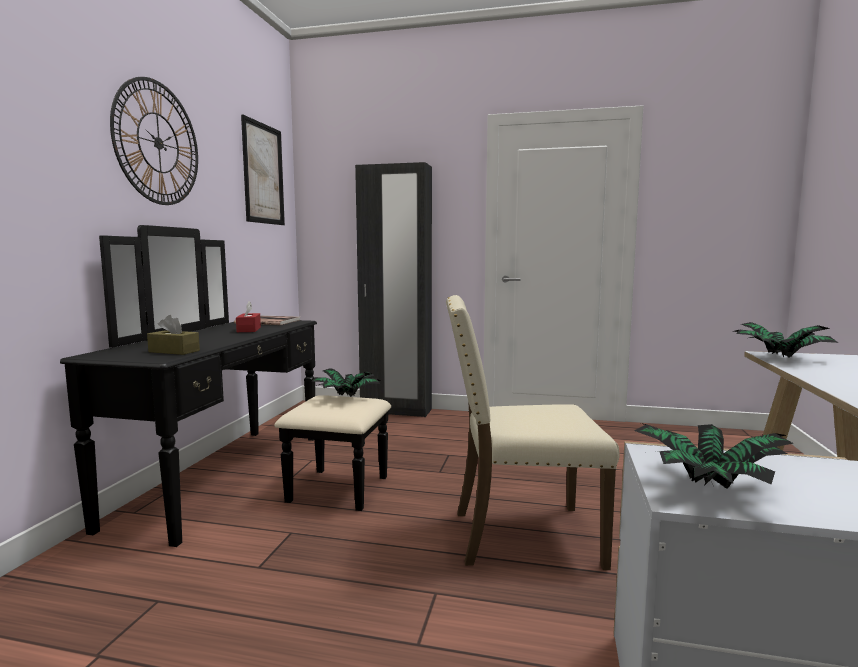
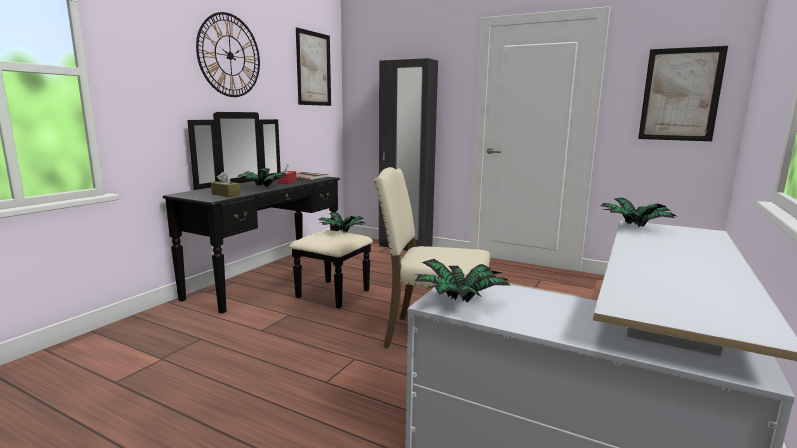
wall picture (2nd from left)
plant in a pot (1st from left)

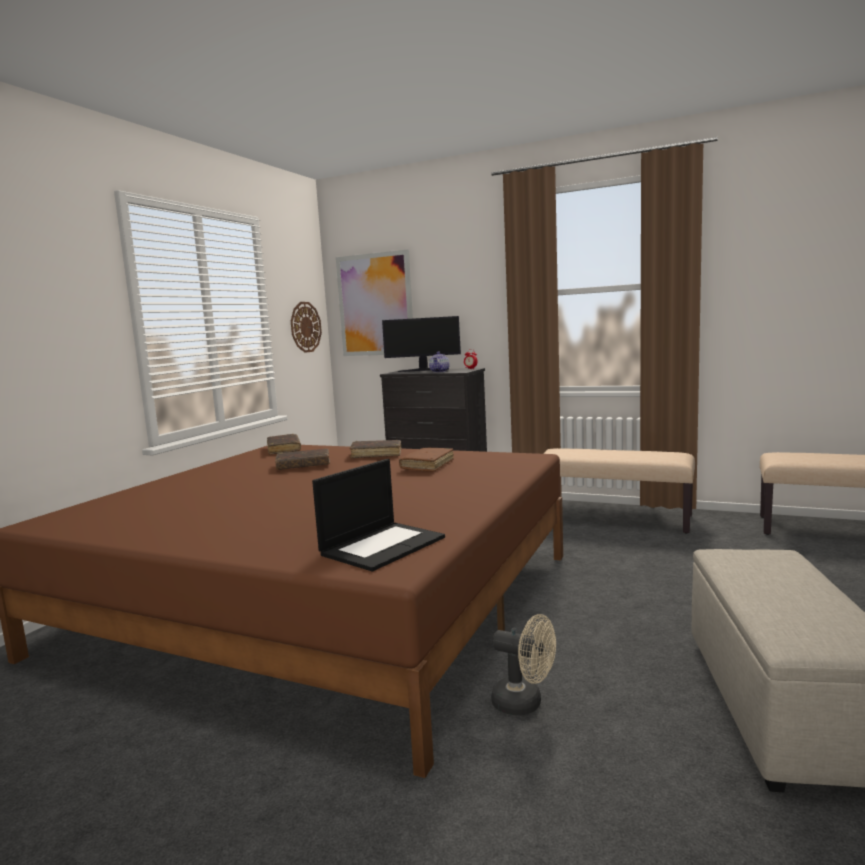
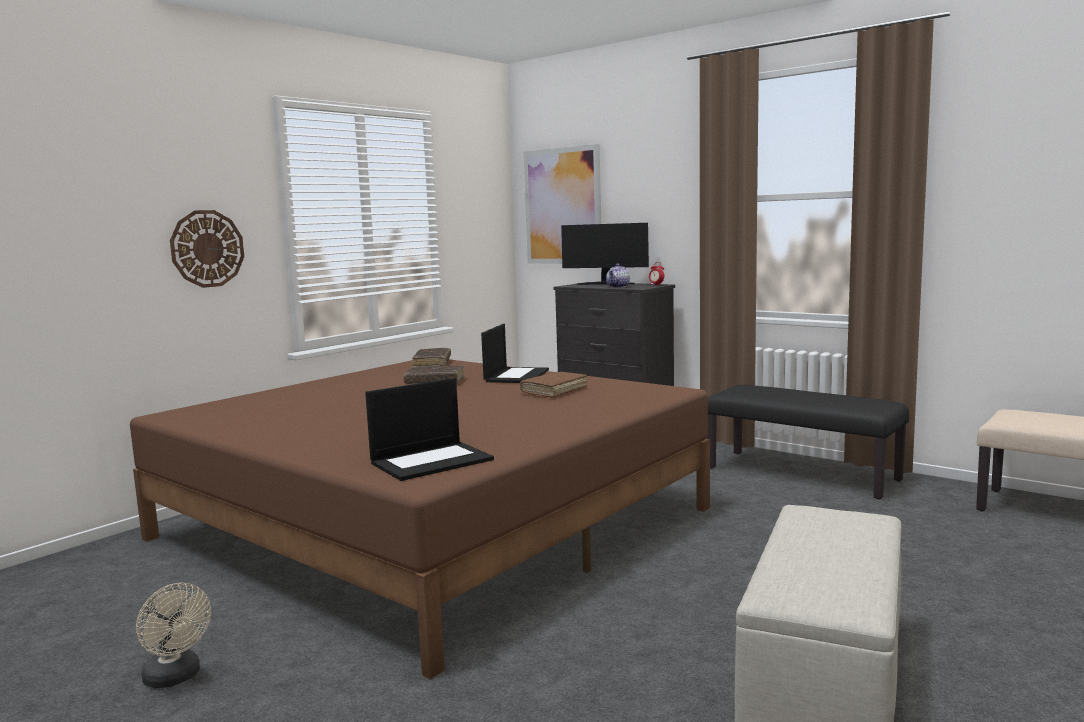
wall clock
laptop (2nd from left)
long seat in black
electric fan in beige-coloured

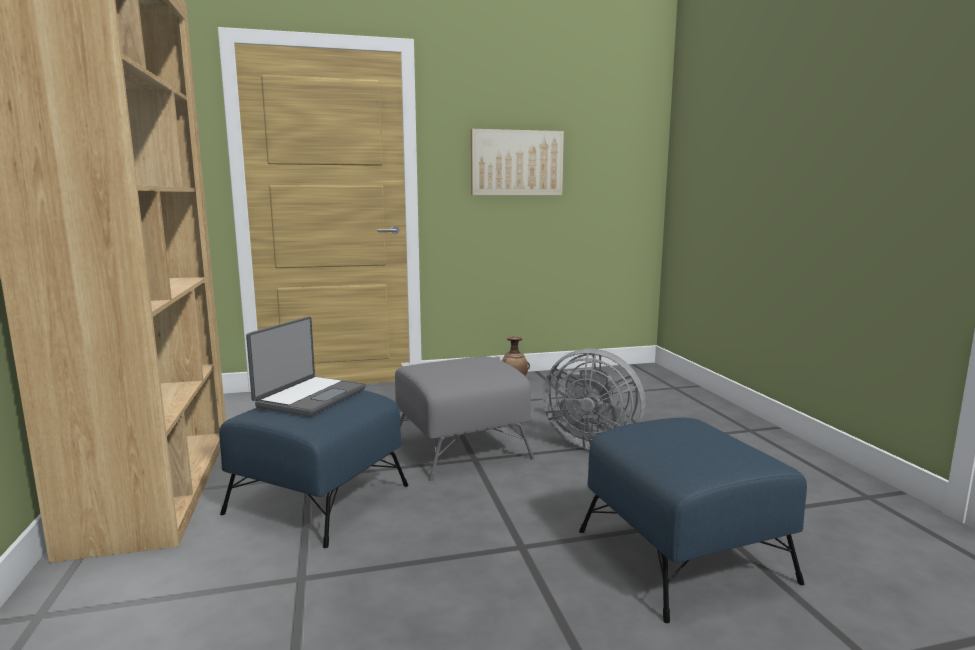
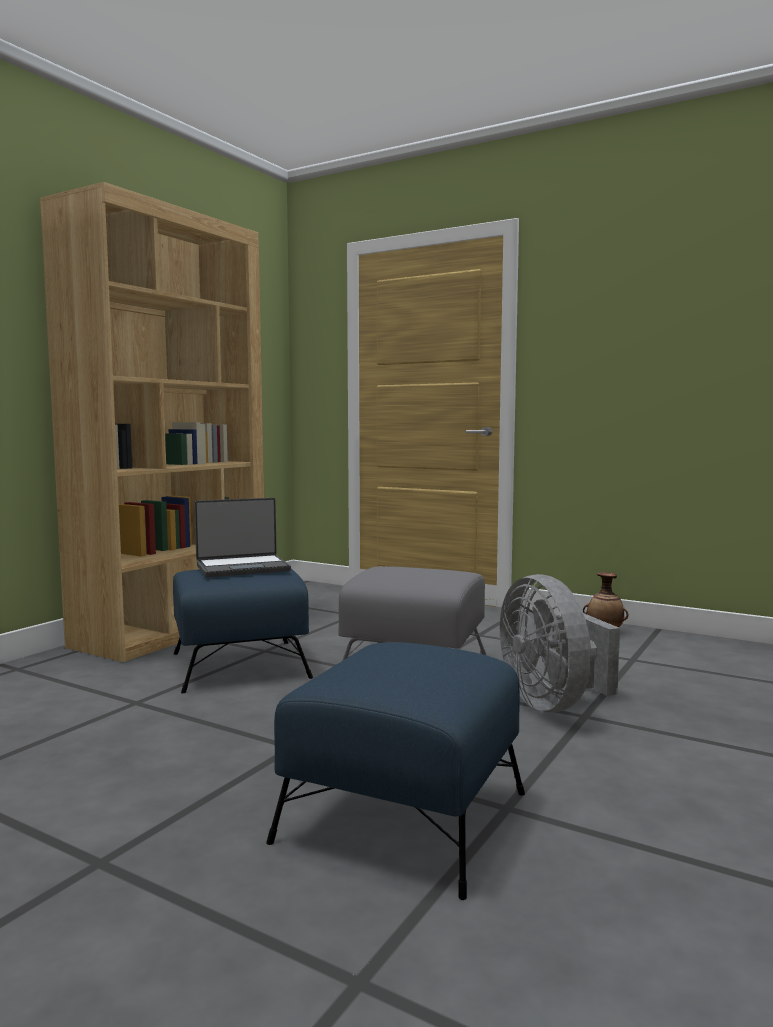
wall picture

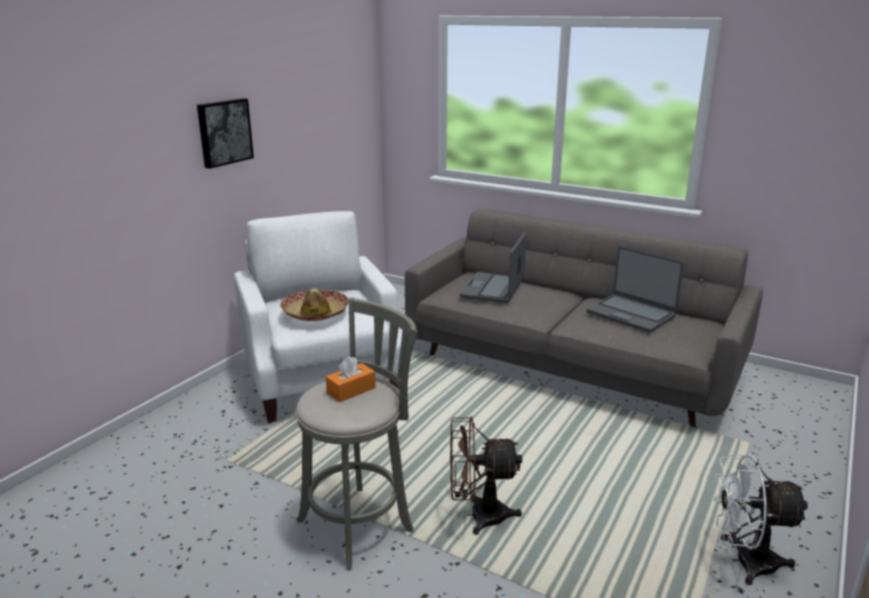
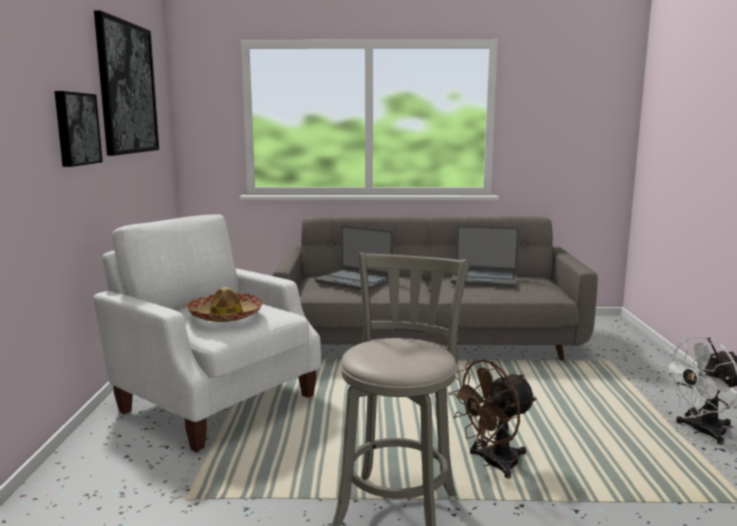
laptop (1st from left)
tissue box in orange-coloured
wall picture (2nd from left)

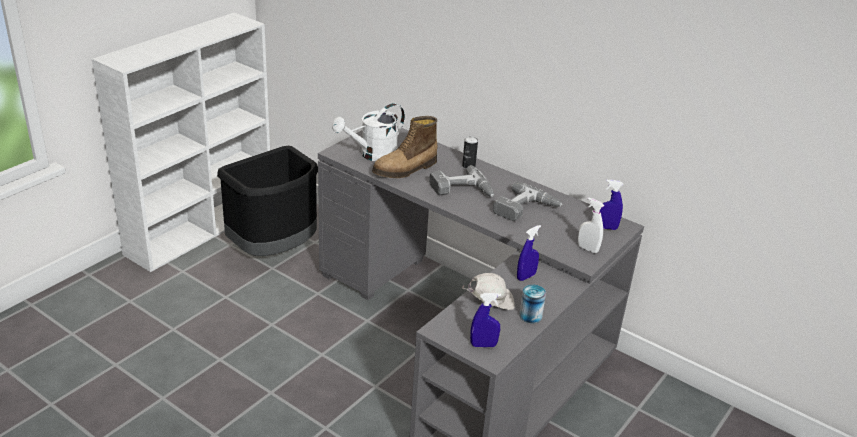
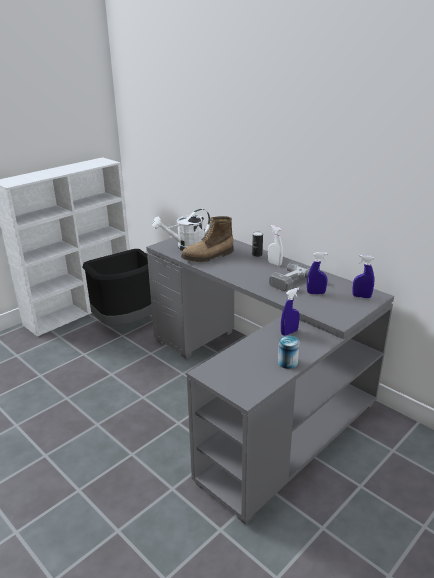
drill (1st from left in the first image)
hand sprayer in white-coloured
baseball cap in white-coloured
hand sprayer in blue (2nd from left)

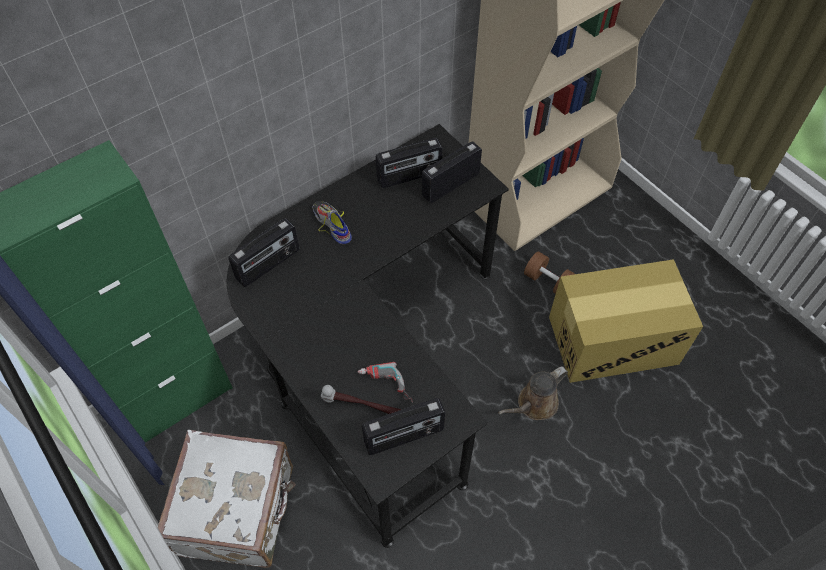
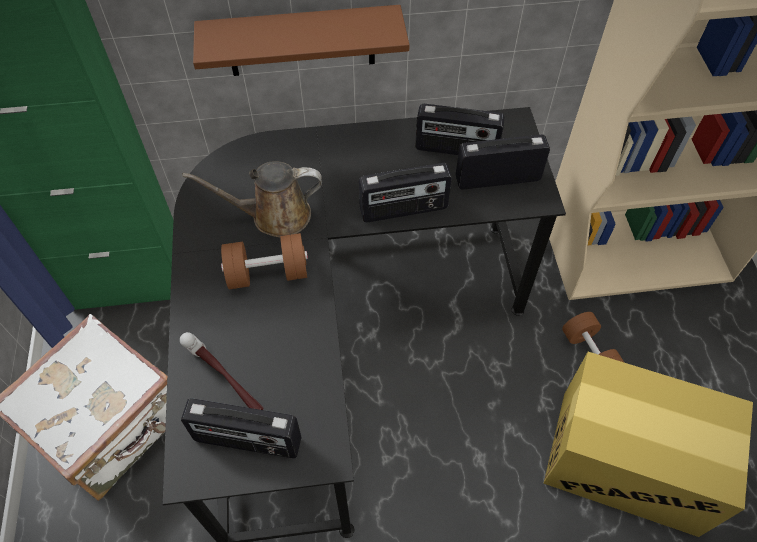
shoe
radio (2nd from left)
drill
watering can in brown-coloured
bracket shelf in brown-coloured
hand weight in brown-coloured (1st from left)

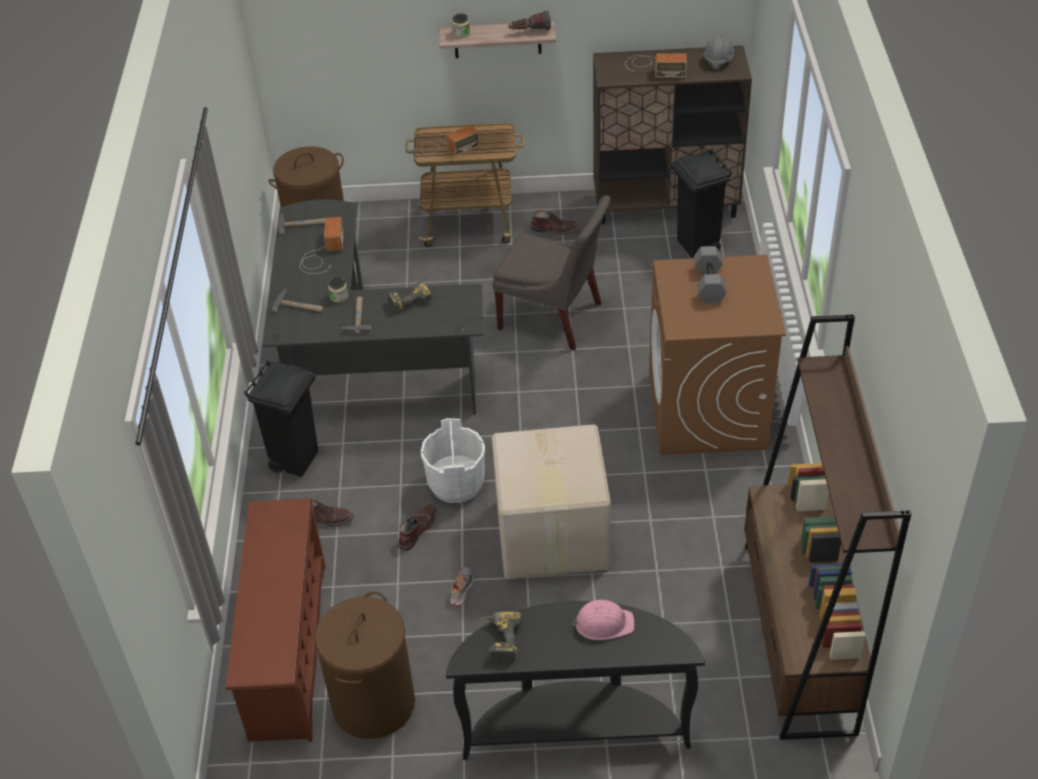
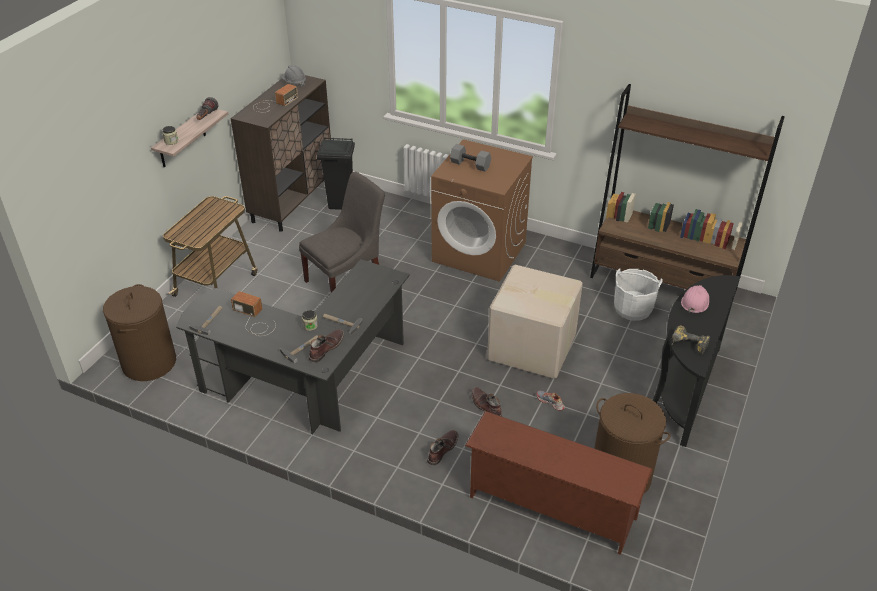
radio (2nd from left in the first image)
boot in brown-coloured (1st from left)
drill (1st from left in the first image)
waste bin in black (1st from left in the first image)
pail in white-coloured

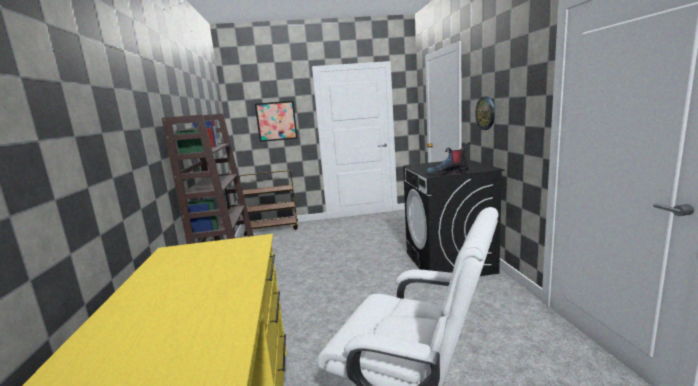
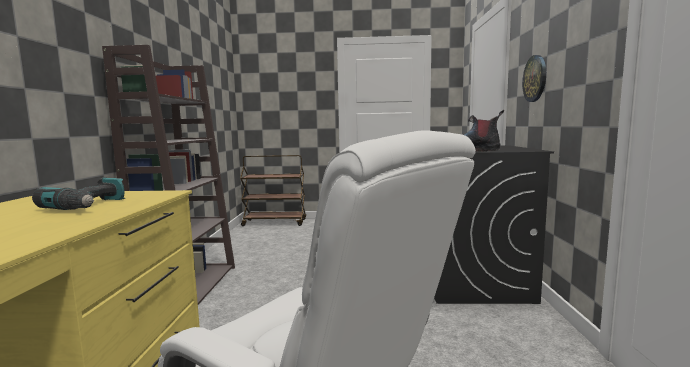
wall picture
drill

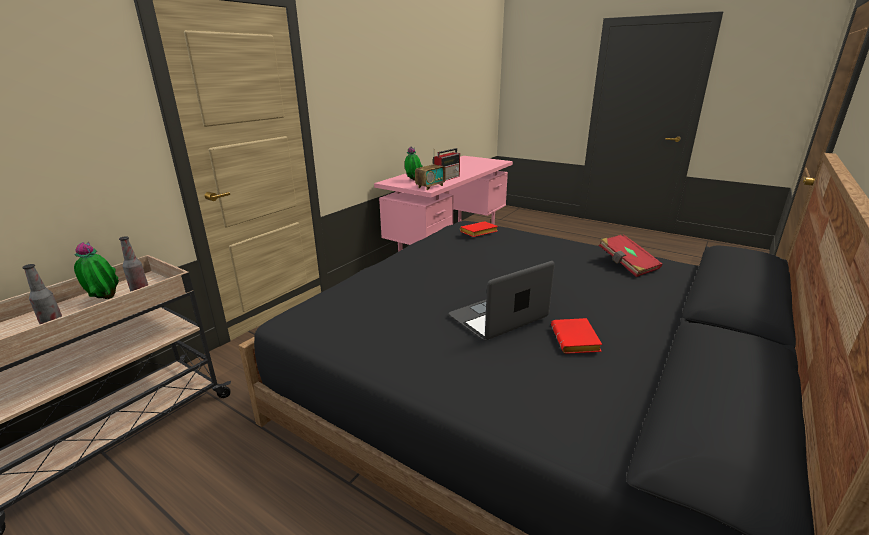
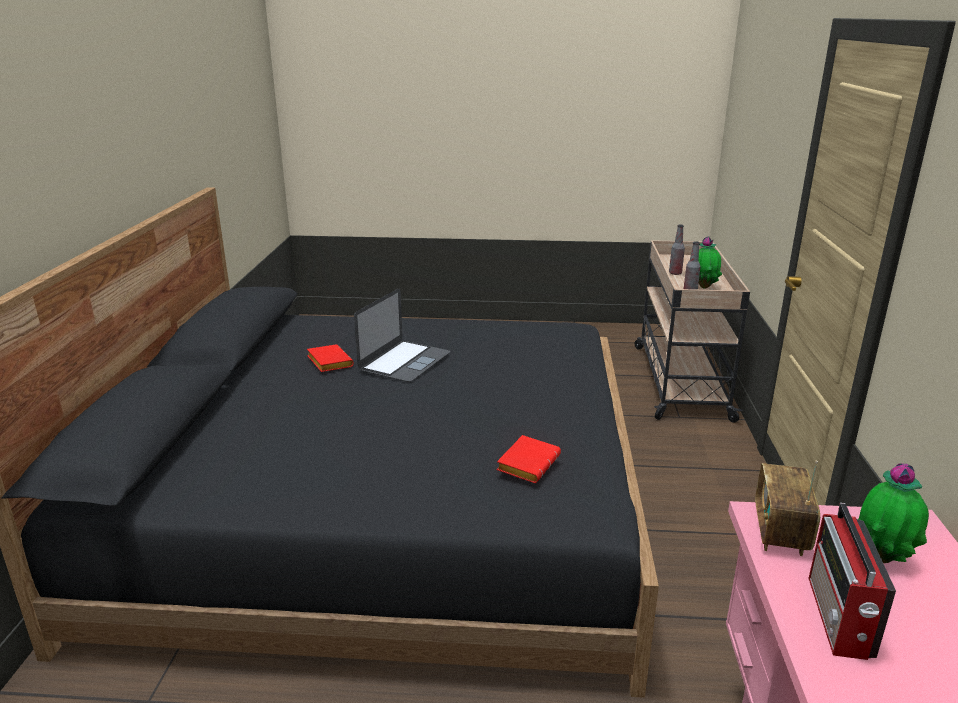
book in red (3rd from left in the first image)

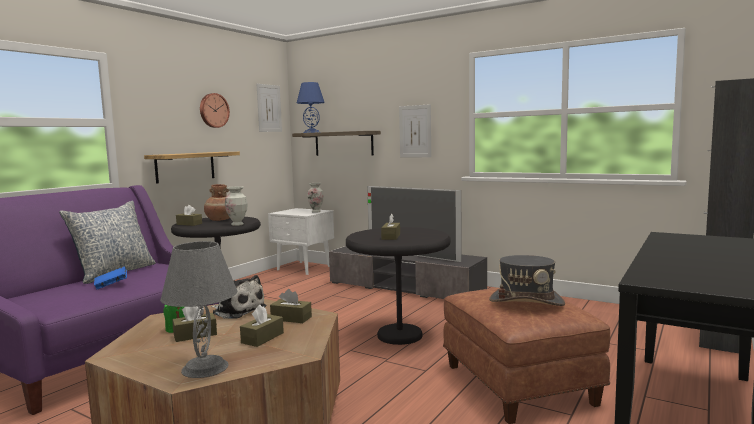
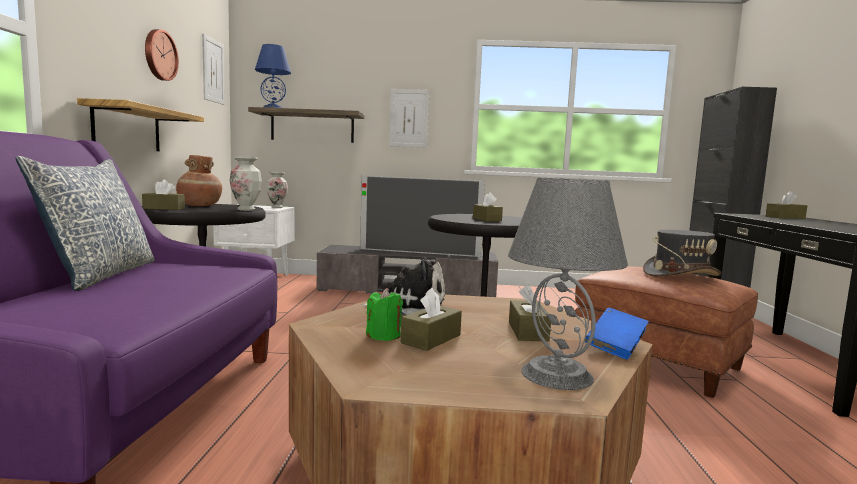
book in blue
tissue box in brown-coloured (5th from left)

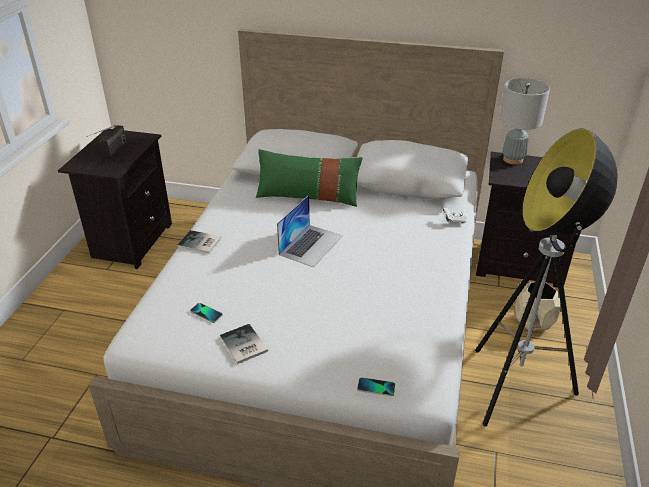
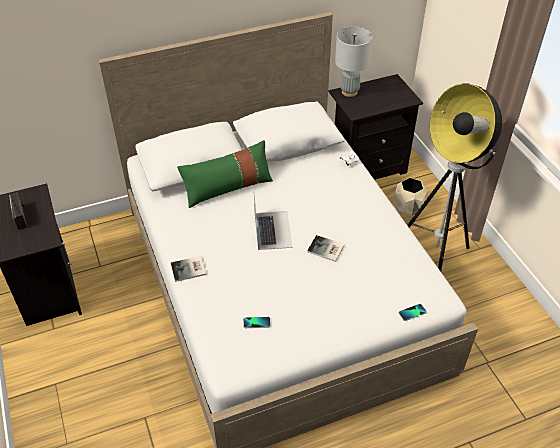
book (2nd from left)

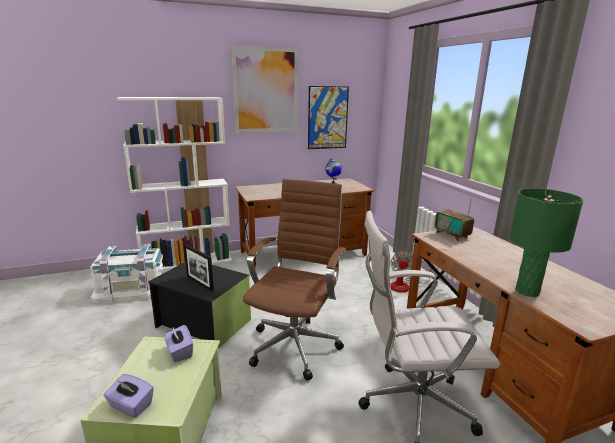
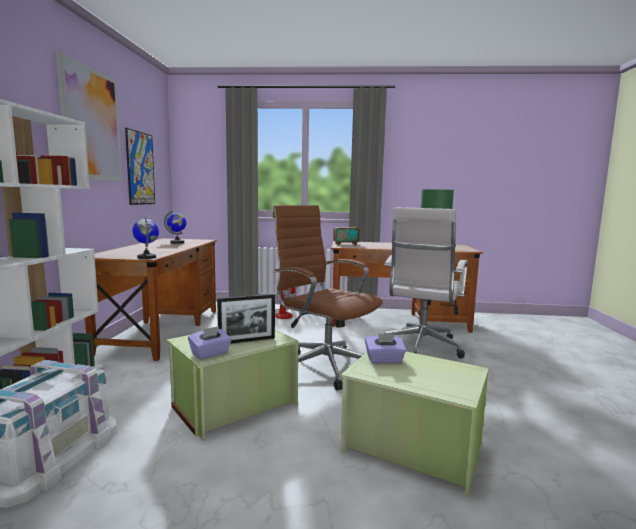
storage bin in green-coloured (1st from left)
tissue box in purple-coloured (1st from left)
globe (1st from left)

